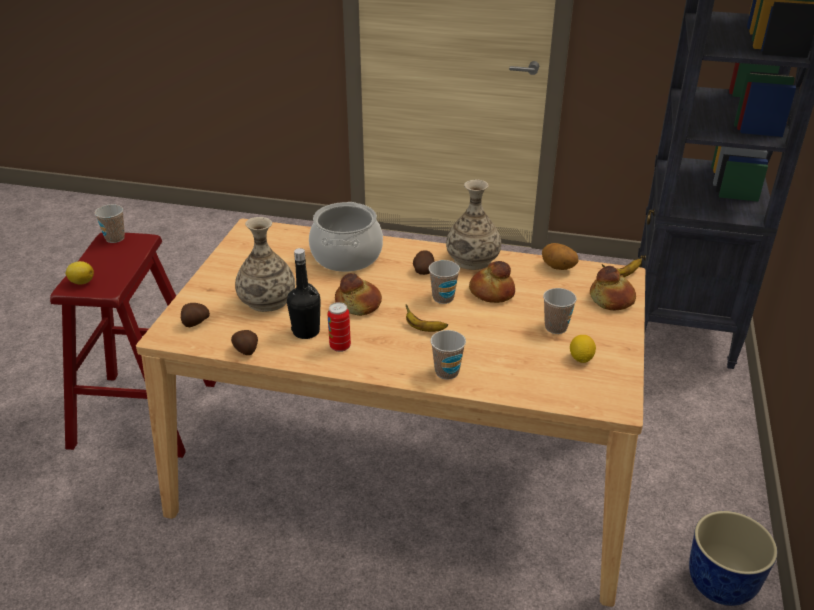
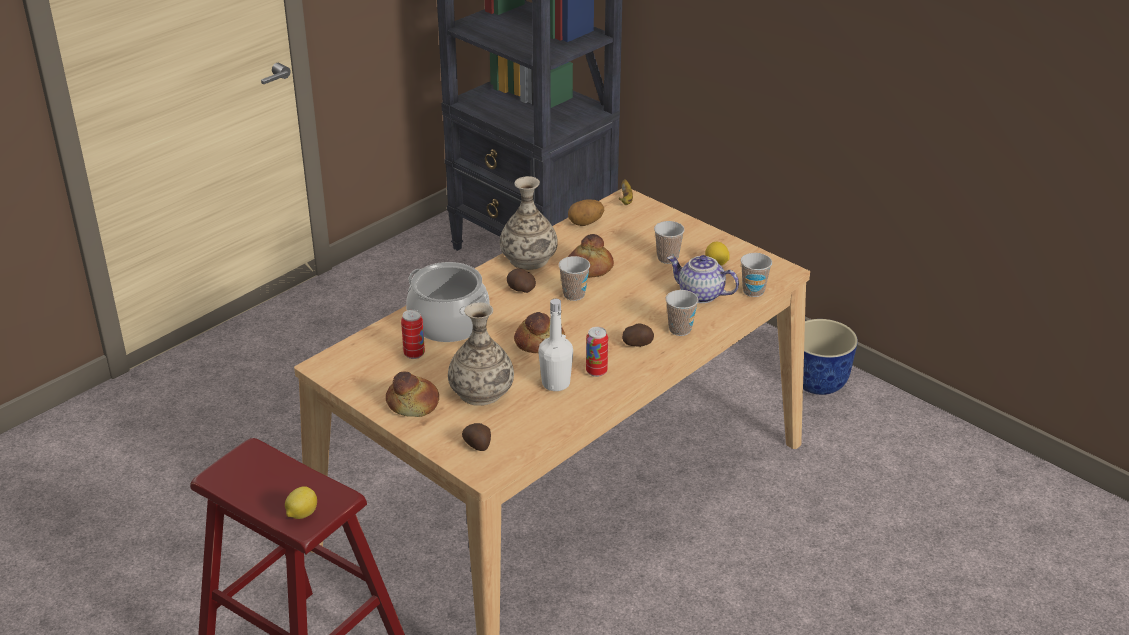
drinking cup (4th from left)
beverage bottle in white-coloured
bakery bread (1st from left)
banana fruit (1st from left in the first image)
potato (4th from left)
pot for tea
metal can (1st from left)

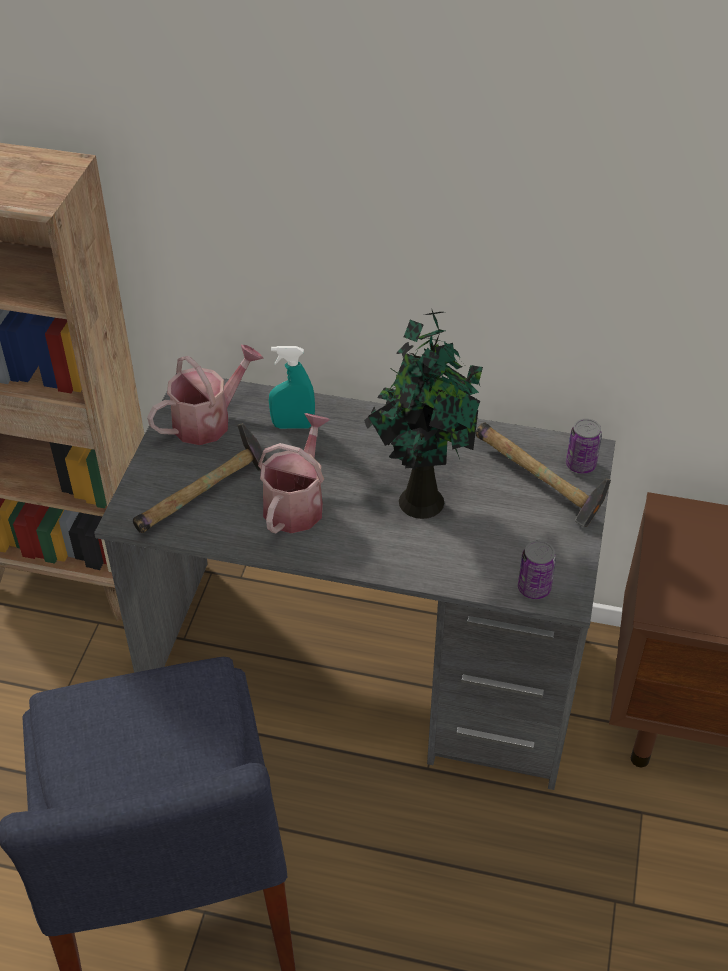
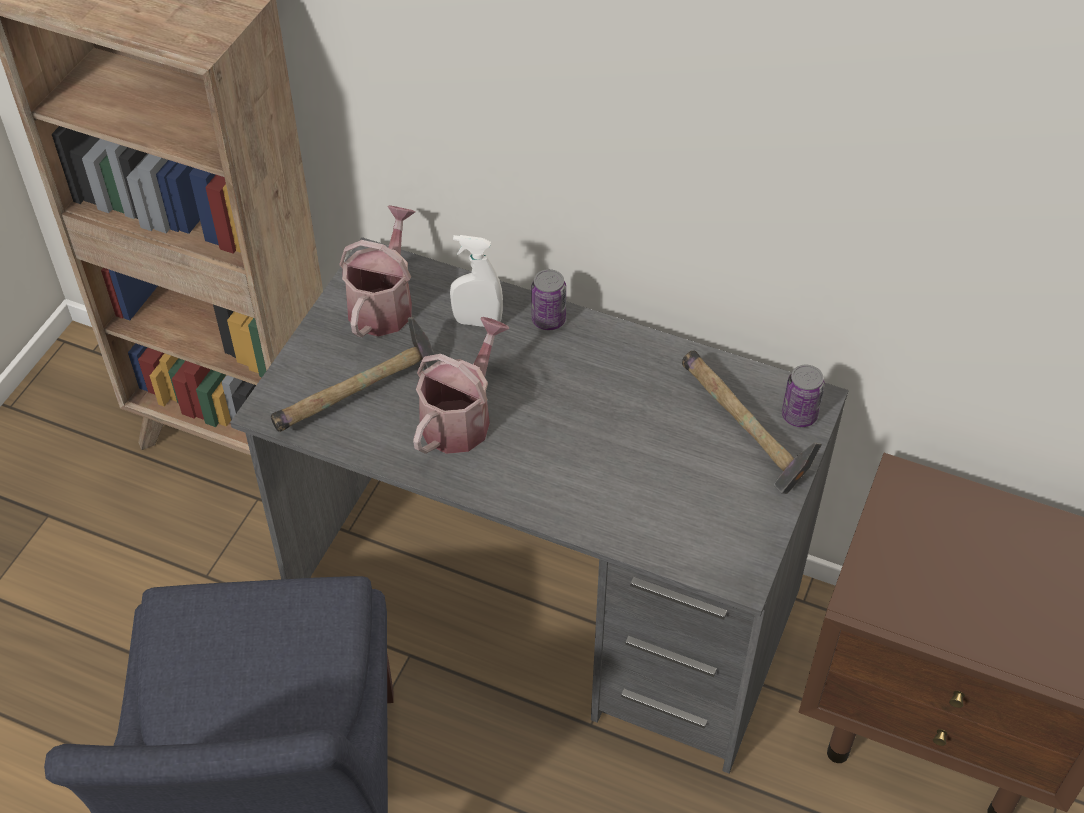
plant in a pot
watering can (1st from left)
hand sprayer in white-coloured
metal can (1st from left)

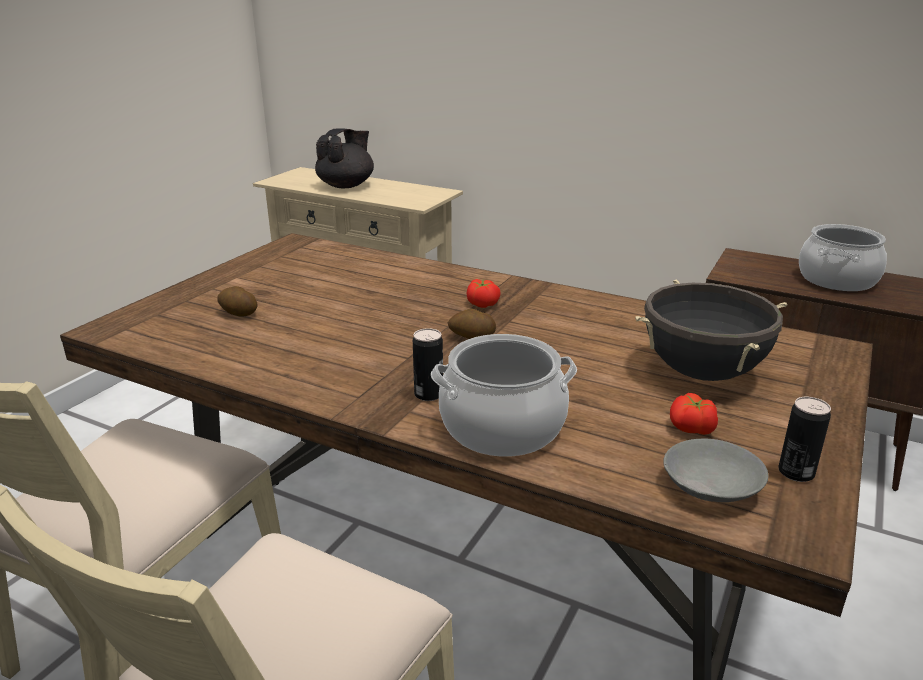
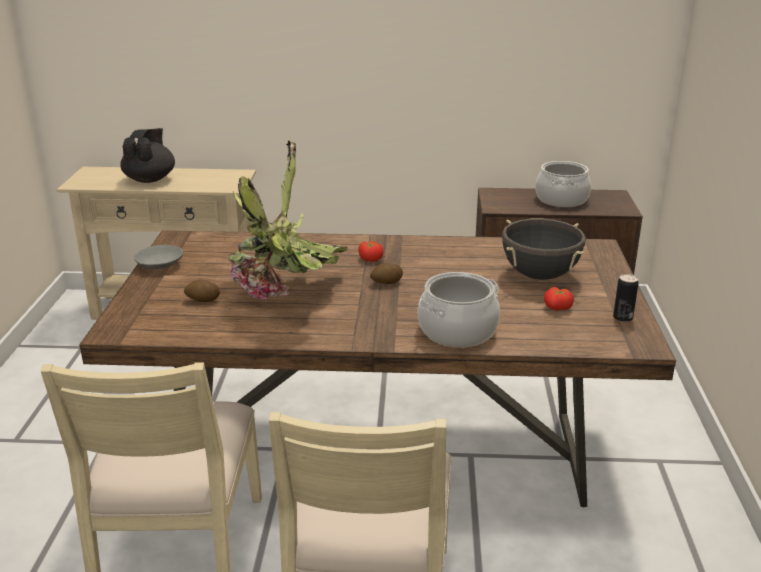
metal can (1st from left in the first image)
serving bowl in grey
plant in a pot

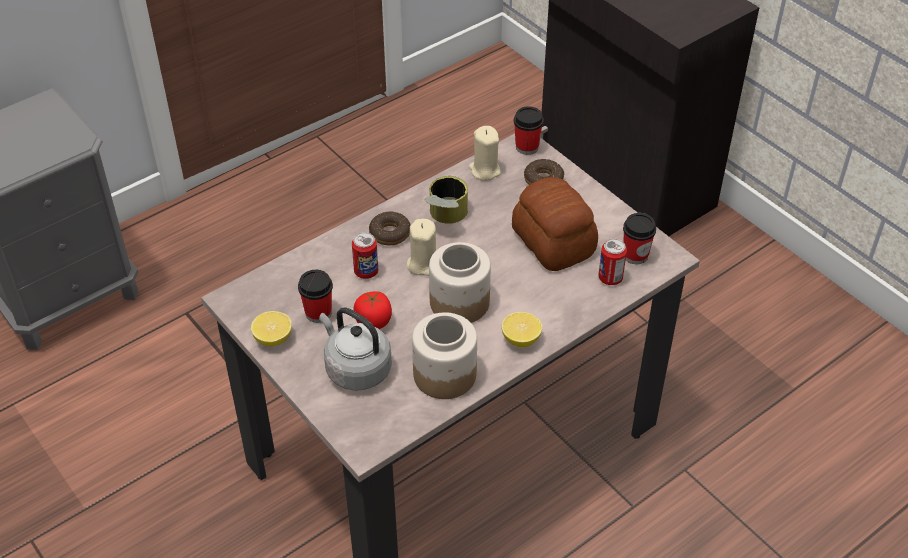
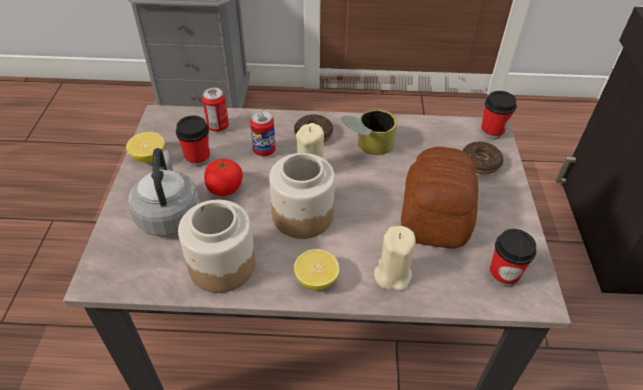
wax light in beige-coloured (2nd from left)
metal can (1st from left)

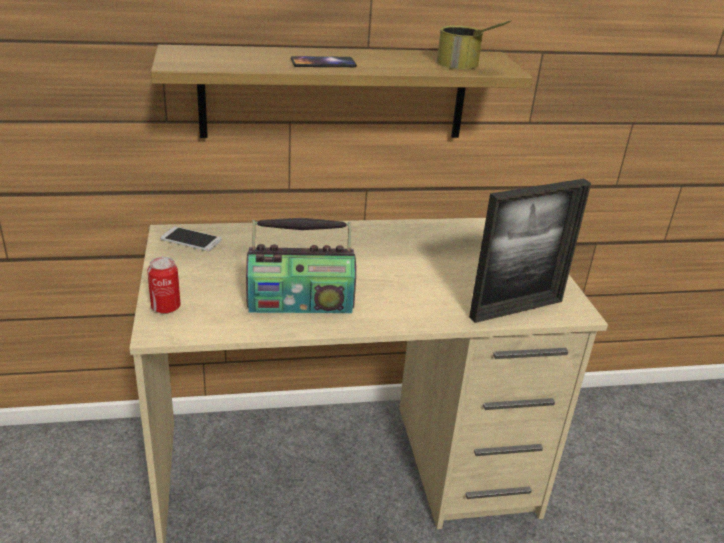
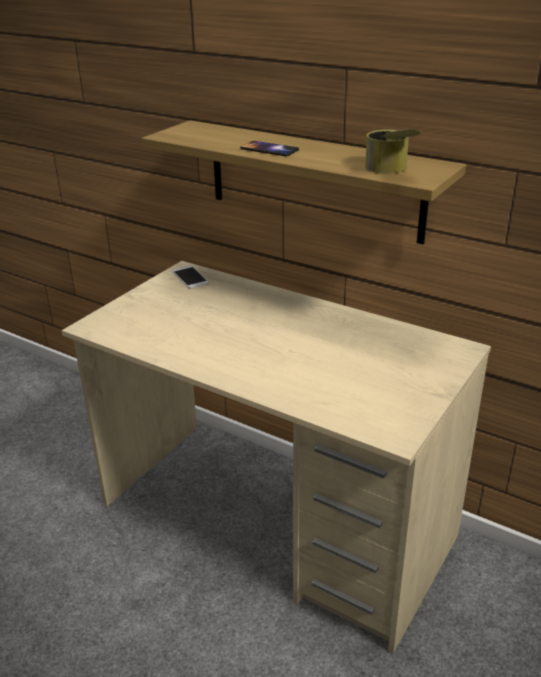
picture frame
radio
metal can (1st from left in the first image)

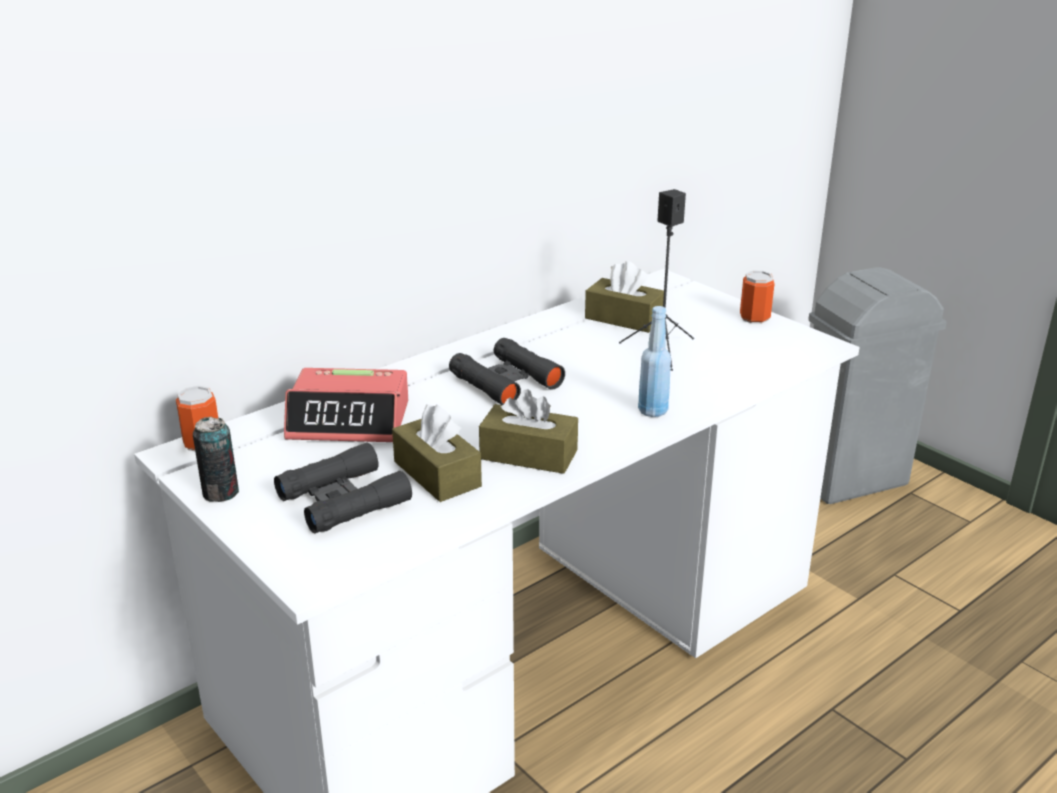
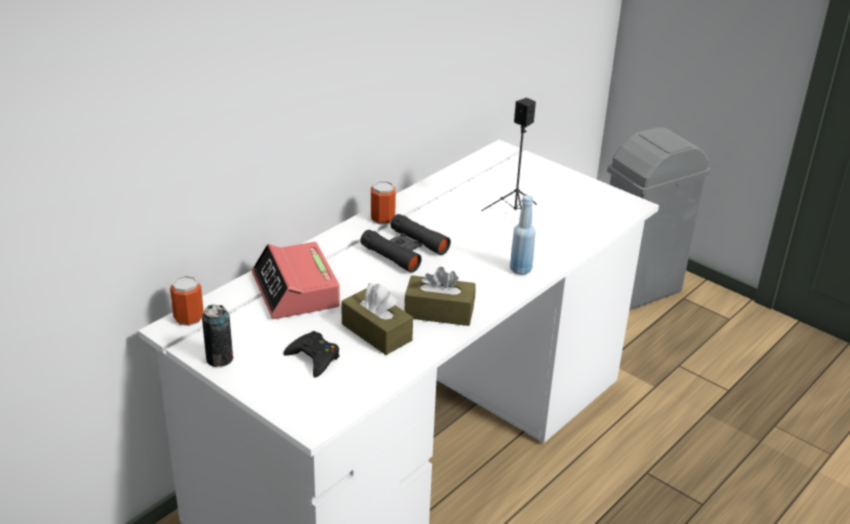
tissue box in brown-coloured (3rd from left in the first image)
metal can (3rd from left)
bedside clock
joypad in black

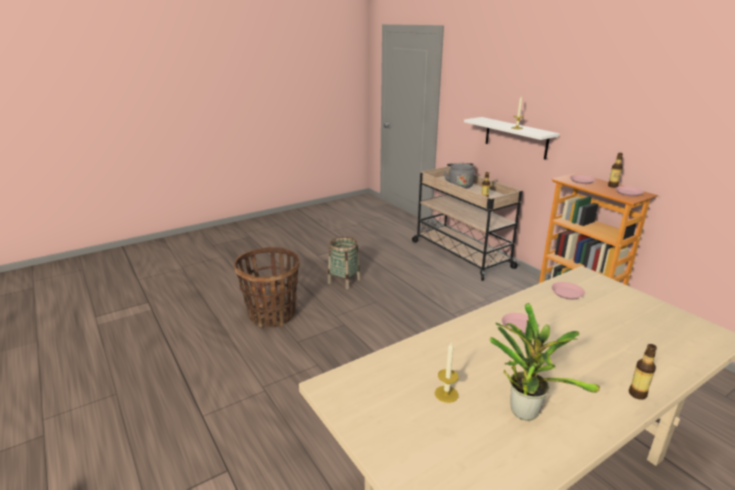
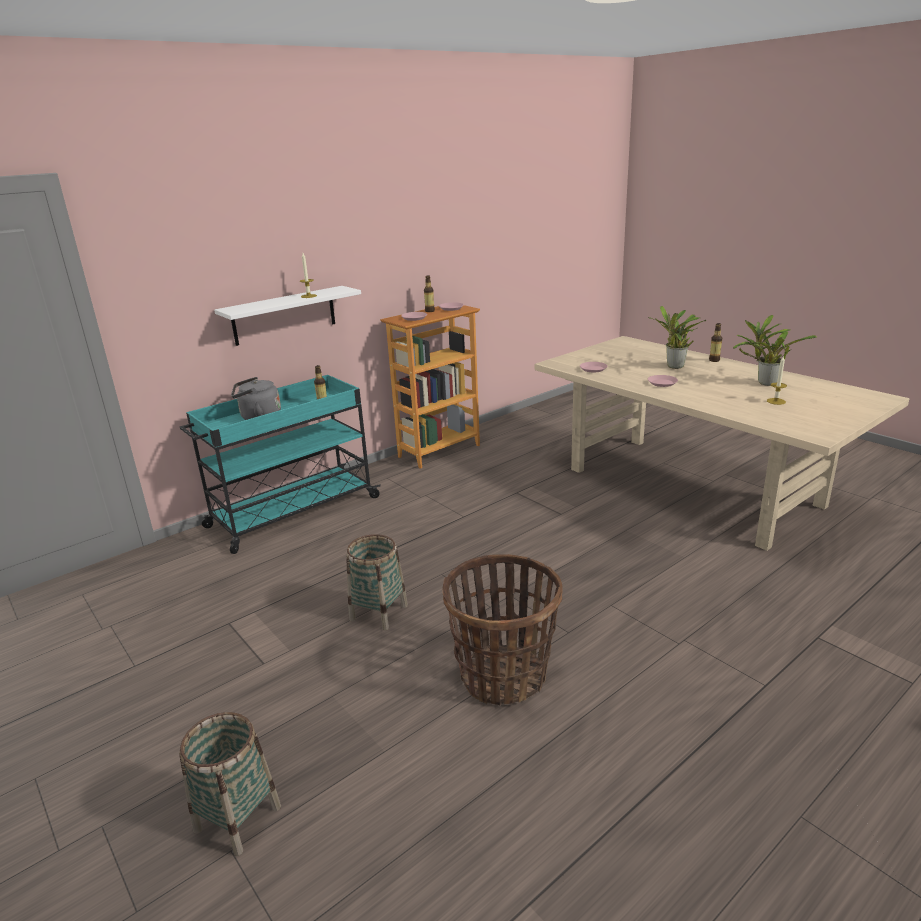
wheeled cart in turquoise-coloured
plant in a pot (1st from left)
storage basket (1st from left)

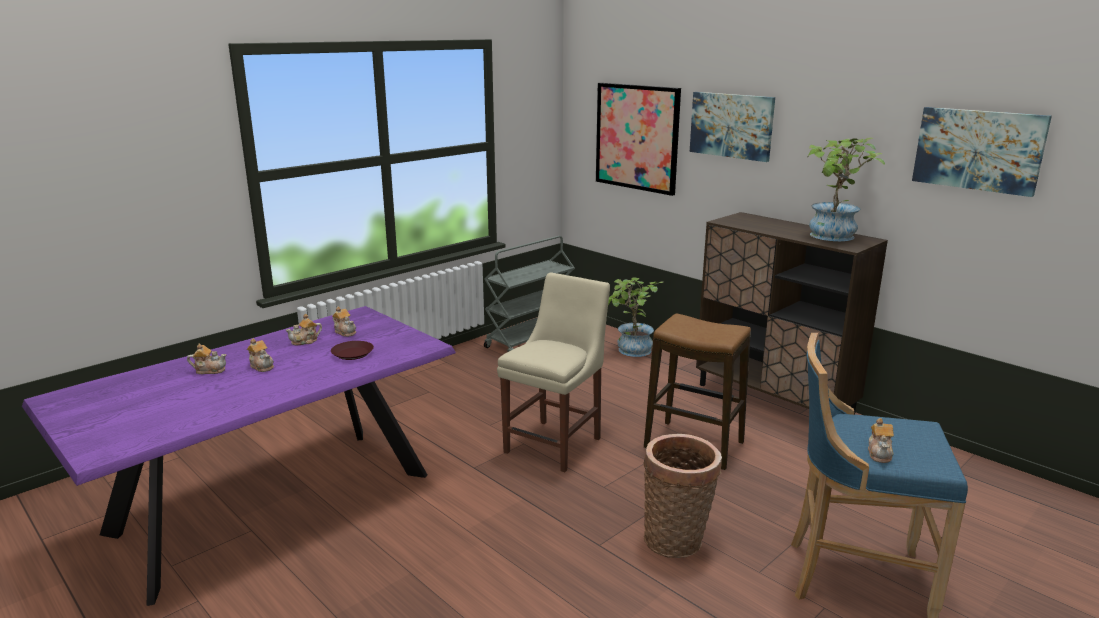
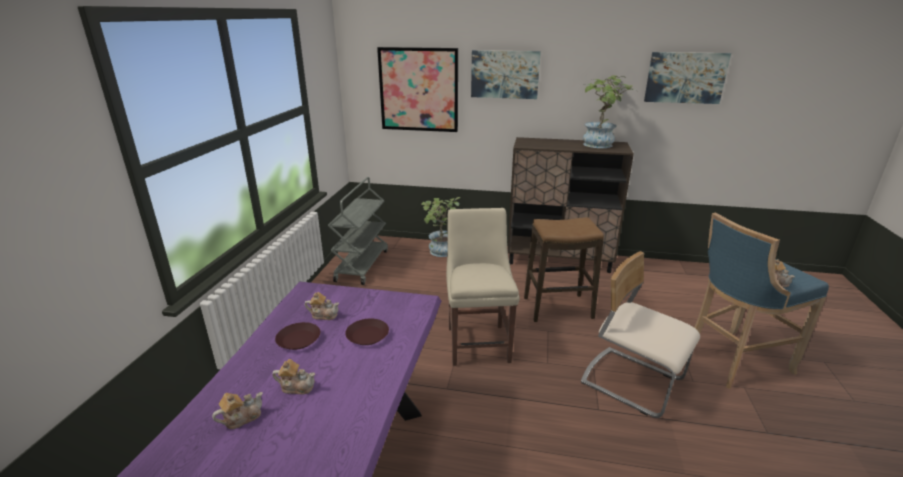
dinner plate in brown-coloured (1st from left)
plain chair in beige-coloured (2nd from left)

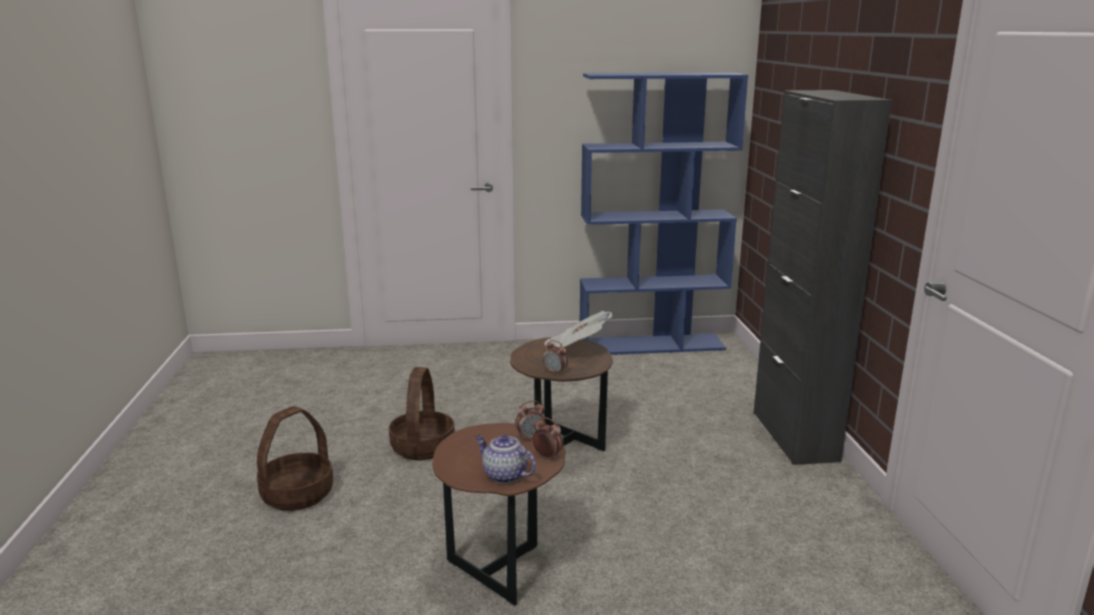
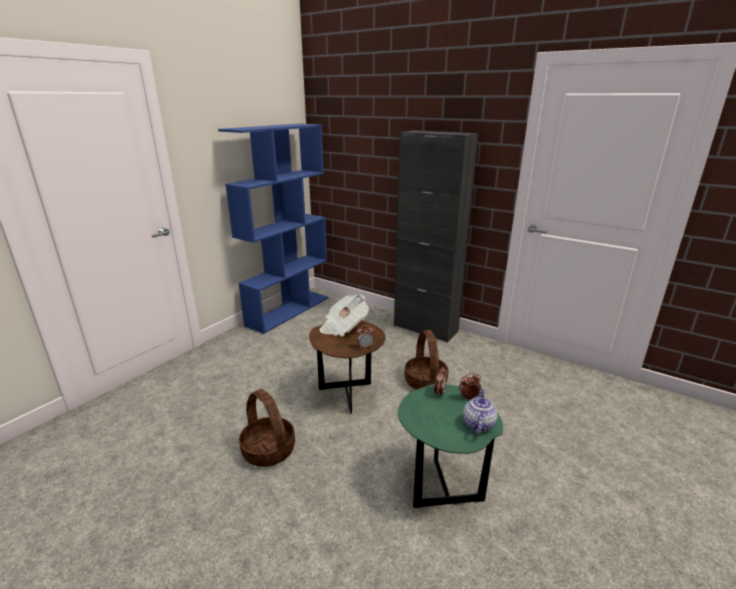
storage basket (2nd from left)
accent table in green-coloured
pot for tea

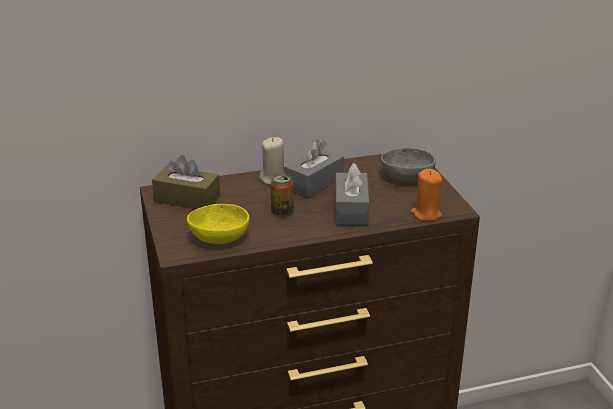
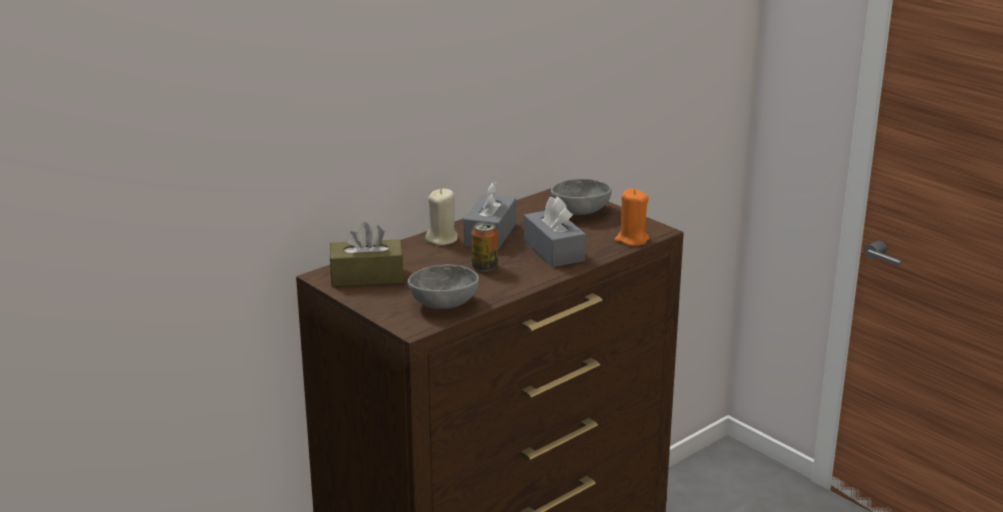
serving bowl in grey (1st from left)

